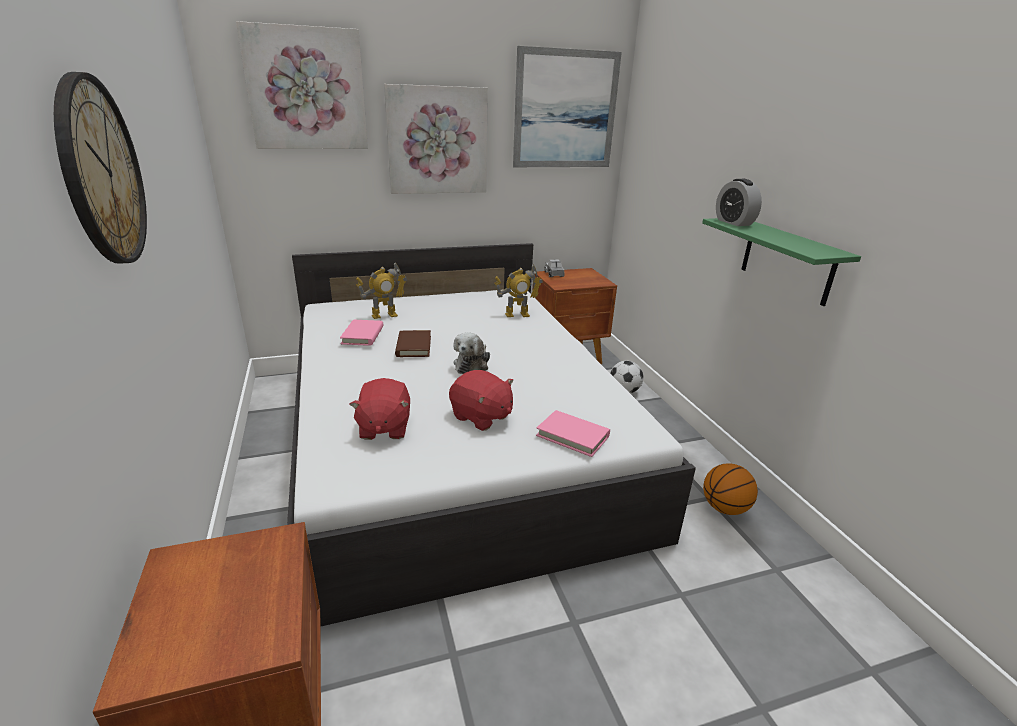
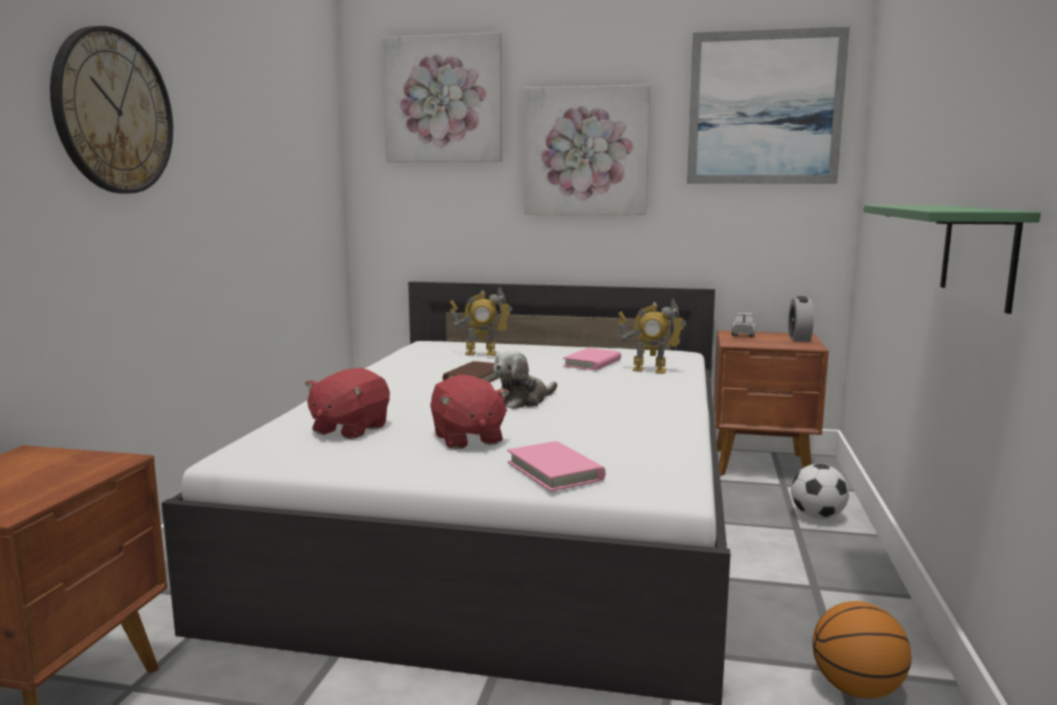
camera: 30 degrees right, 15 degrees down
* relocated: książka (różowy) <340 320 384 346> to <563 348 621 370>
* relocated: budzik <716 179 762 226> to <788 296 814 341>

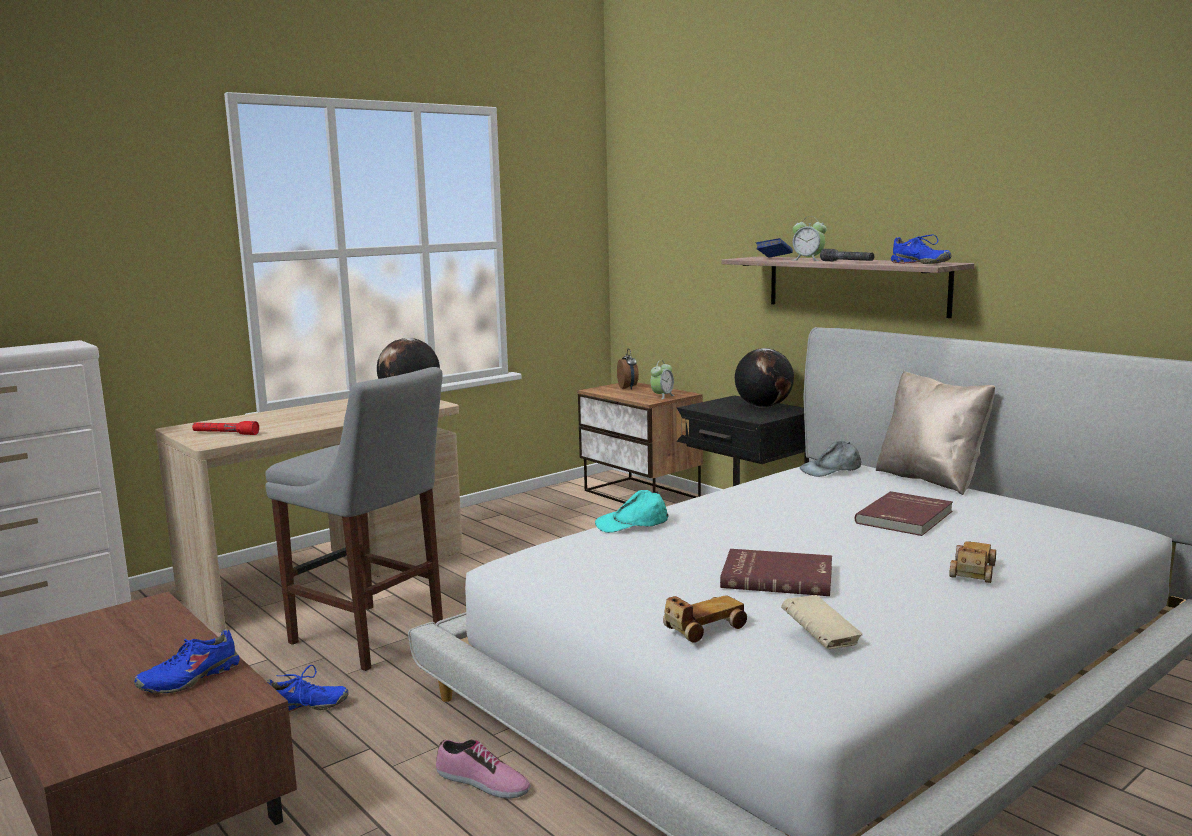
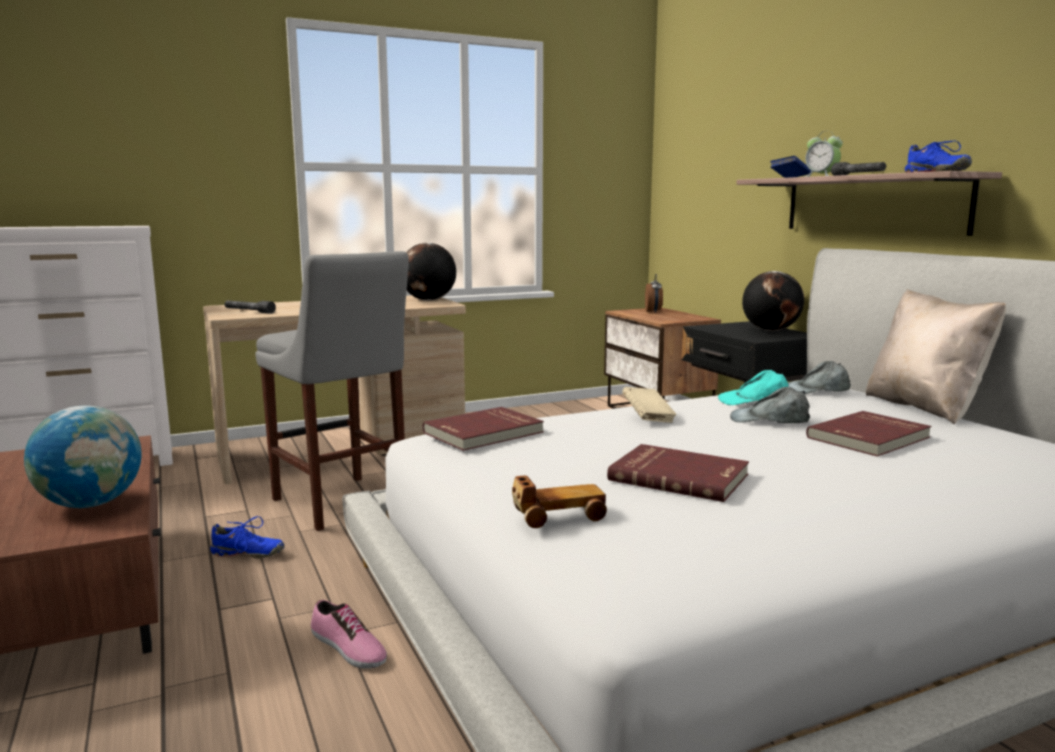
camera: 15 degrees right, 0 degrees up
* missing: budzik <651 360 674 399>
* missing: samochodzik <949 541 996 583>
* appeared: książka (czerwony) <423 407 544 451>
* appeared: czapka z daszkiem (szary) <730 387 810 424>
* relocated: czapka z daszkiem (turkusowy) <595 490 669 533> to <718 370 789 405>
* relocated: książka (beżowy) <781 595 863 649> to <622 387 676 423>
* exchanged: but (niebieski) <134 629 240 693> to globus <24 405 142 508>
* colour: latarka (czerwony) <192 421 259 435> to latarka (szary) <225 301 276 314>

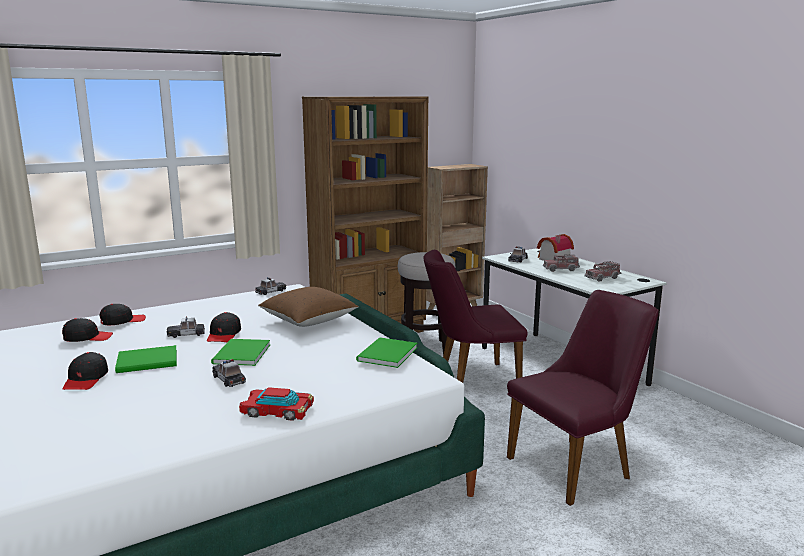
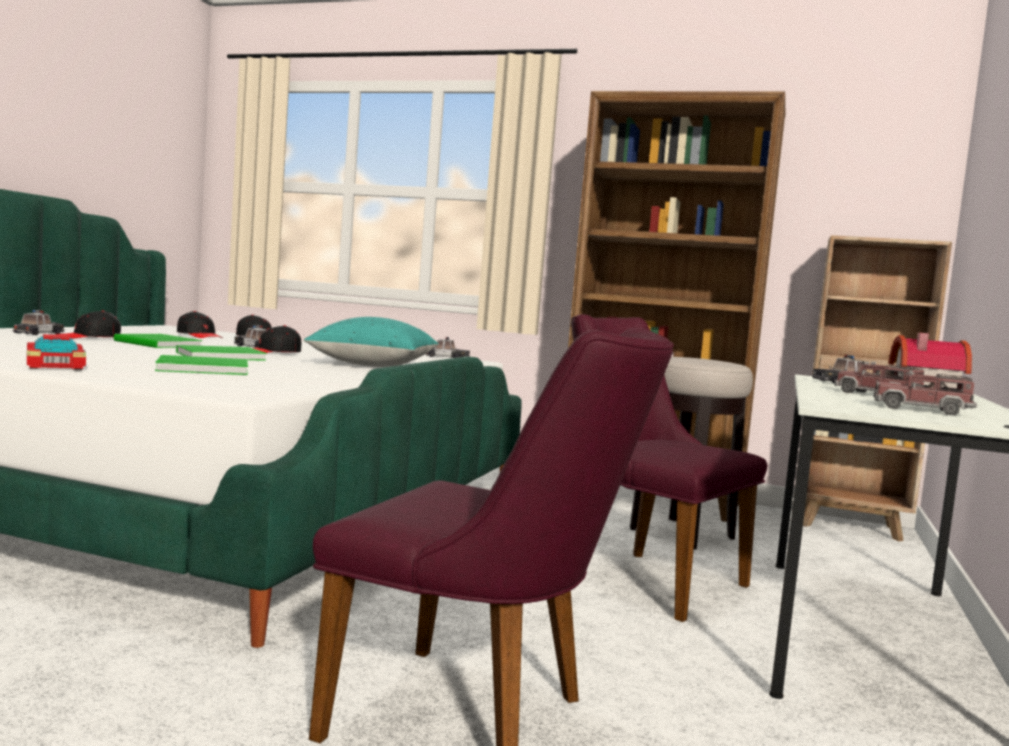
camera: 50 degrees right, 10 degrees down
* relocated: samochodzik <212 359 246 387> to <13 310 65 335>
* relocated: książka (zielony) <356 337 417 368> to <155 355 248 375>
* colour: poduszka (brązowy) <258 287 359 327> to poduszka (turkusowy) <304 317 439 367>

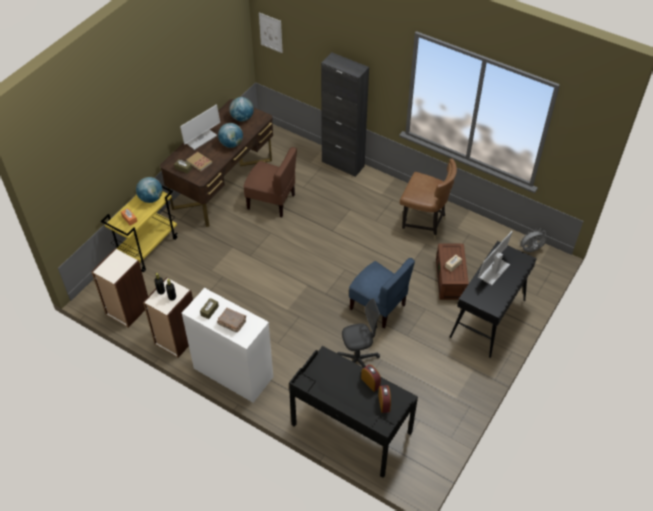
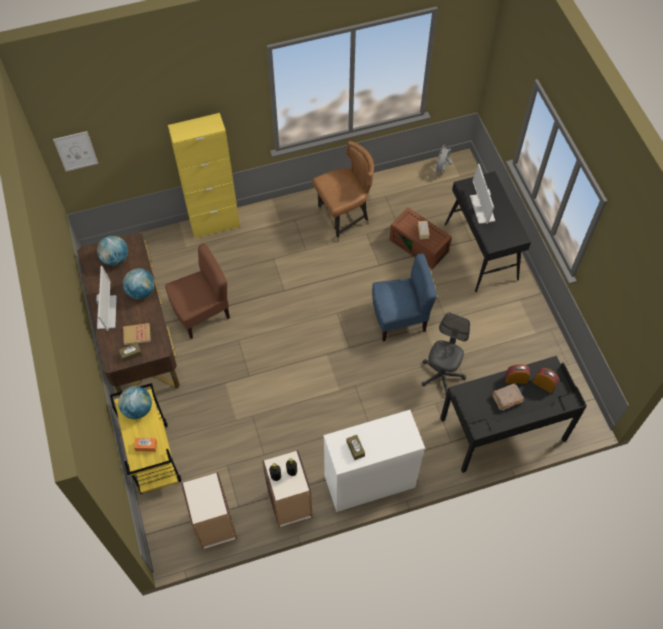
camera: 50 degrees left, 10 degrees up
* relocated: książka (brązowy) <217 308 247 332> to <492 383 524 410>
* colour: szafka (czarny) <321 53 369 177> to szafka (żółty) <168 113 240 239>

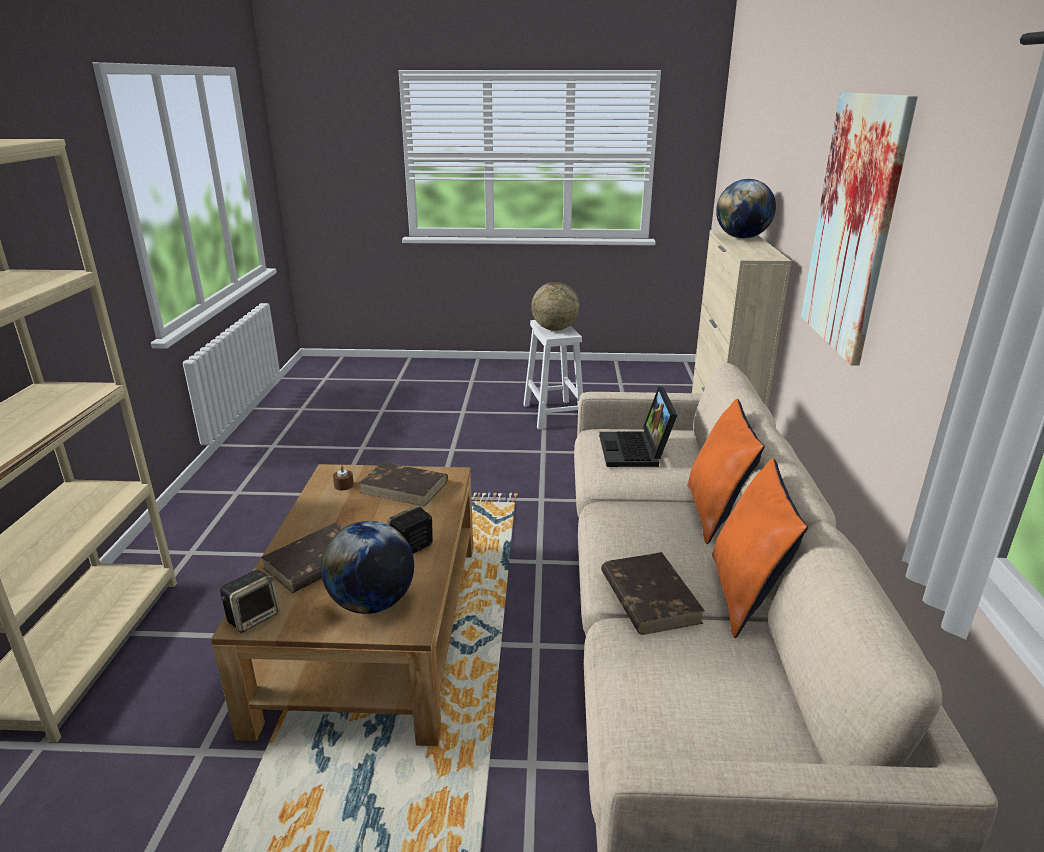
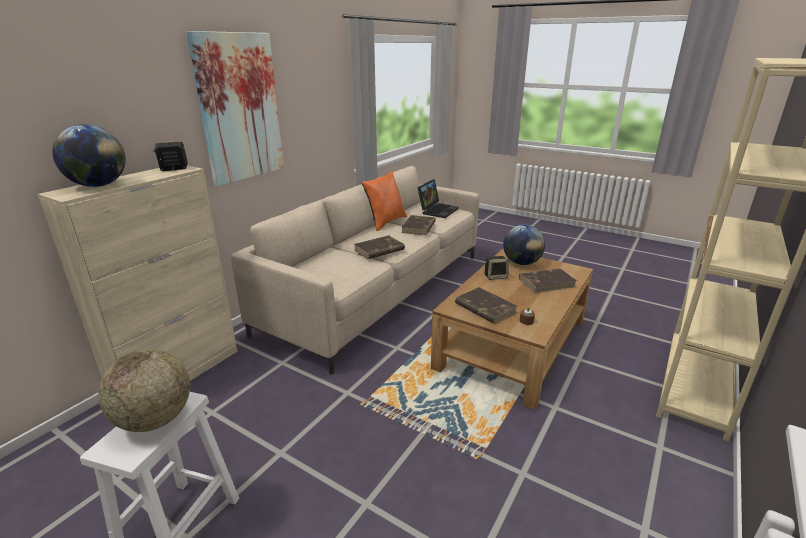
camera: 150 degrees left, 0 degrees up
* missing: poduszka (pomarańczowy) <687 399 765 544>
* appeared: książka (brązowy) <354 235 405 259>
* relocated: głośnik <220 570 280 633> to <153 141 188 171>
* relocated: laptop <599 386 677 467> to <417 179 459 218>

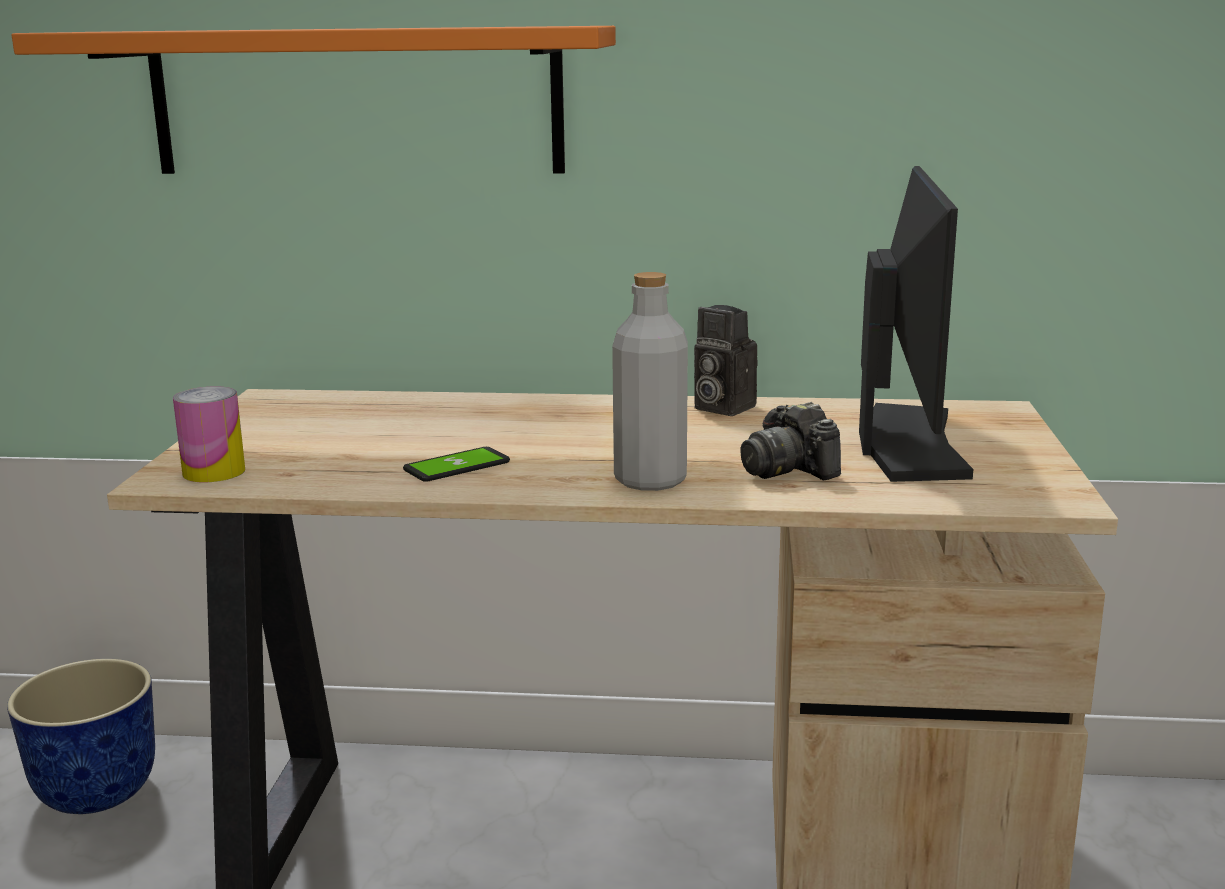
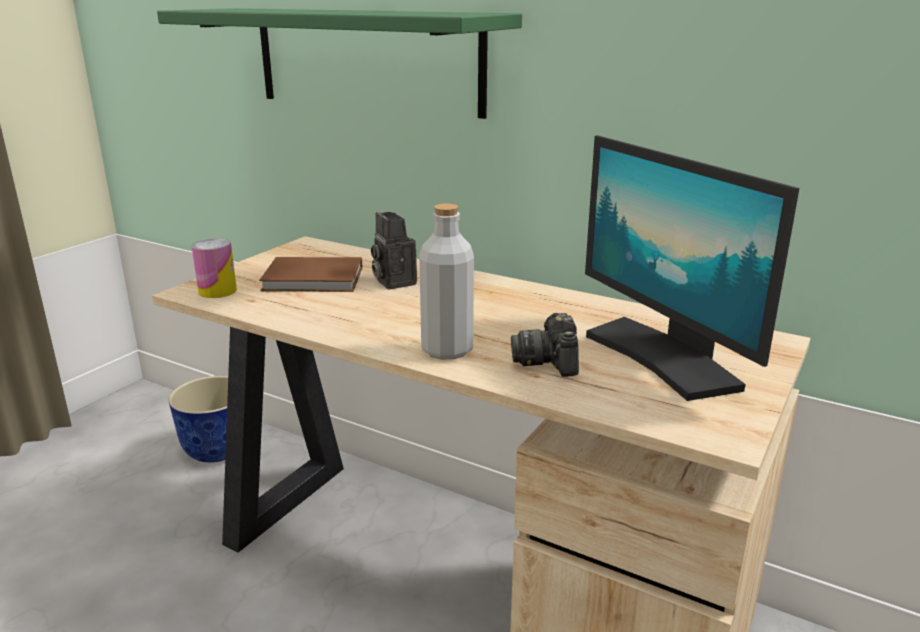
camera: 25 degrees right, 5 degrees up
* missing: telefon <403 447 510 482>
* appeared: książka (brązowy) <259 257 363 292>
* relocated: aparat fotograficzny <694 305 758 416> to <371 212 417 289>
* colour: półka (pomarańczowy) <12 26 616 174> to półka (zielony) <157 8 522 119>
* spun: monitor <859 166 973 482> = <585 135 799 401> 120 degrees clockwise

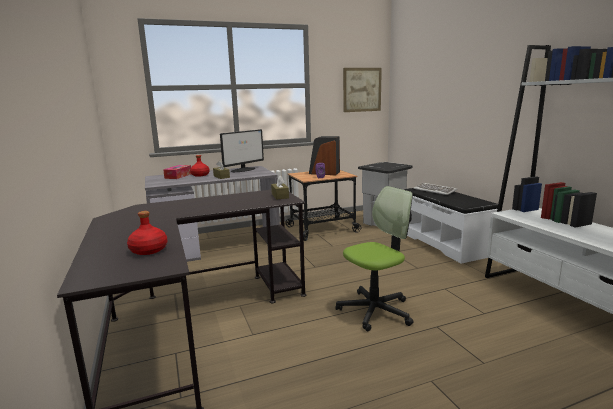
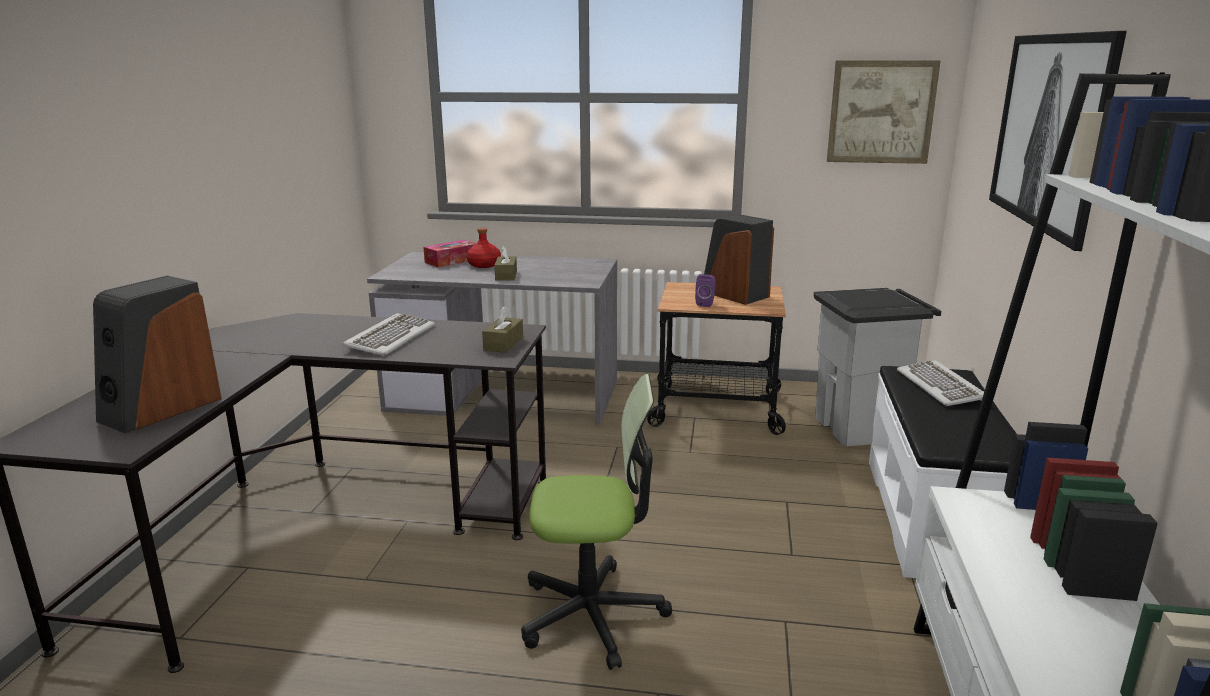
camera: 30 degrees right, 5 degrees up
* missing: monitor <220 129 264 172>
* appeared: klawiatura <342 313 435 356>
* appeared: obraz <989 31 1127 251>
* exchanged: butelka (czerwony) <127 211 167 255> to głośnik <93 276 222 434>

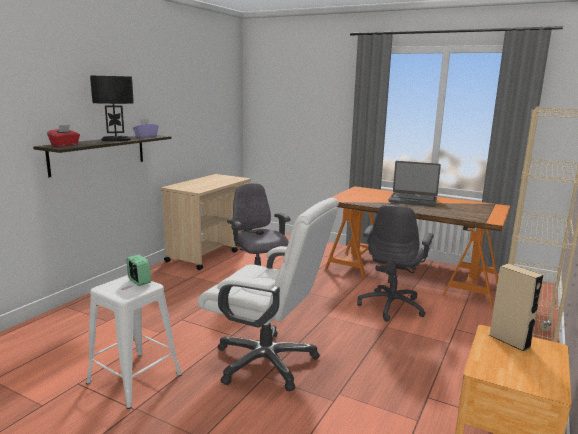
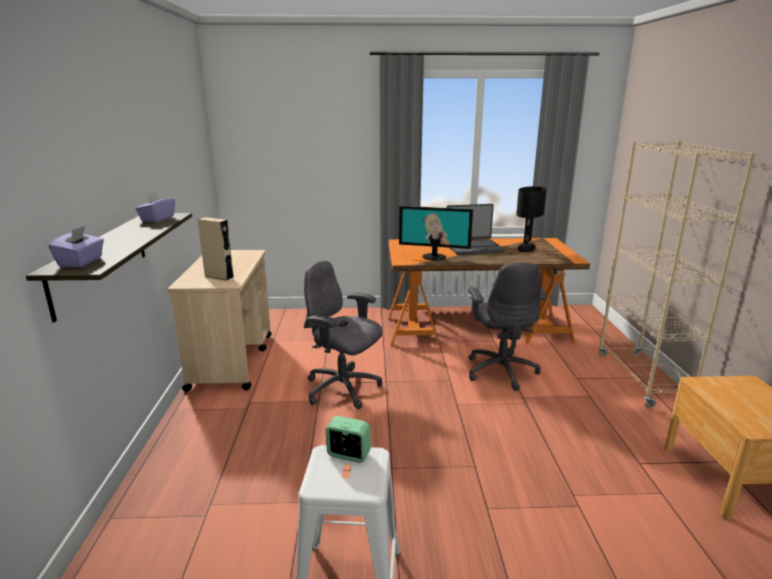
camera: 30 degrees left, 5 degrees up
* missing: krzesło biurowe (biały) <198 198 339 392>
* appeared: monitor <399 206 473 260>
* relocated: lampa stołowa (czarny) <90 76 134 141> to <516 186 546 252>
* relocated: głośnik (beżowy) <489 264 543 352> to <197 217 234 281>
* colour: pudełko chusteczek (czerwony) <47 125 80 147> to pudełko chusteczek (fioletowy) <49 225 104 267>

